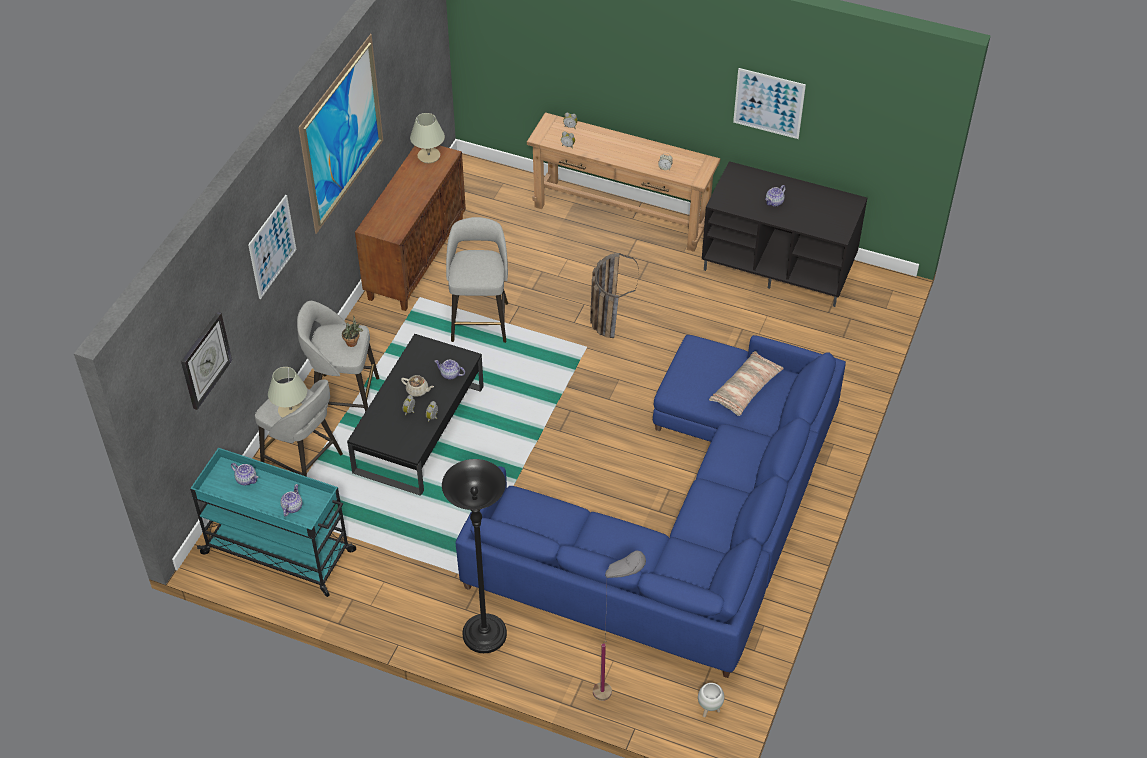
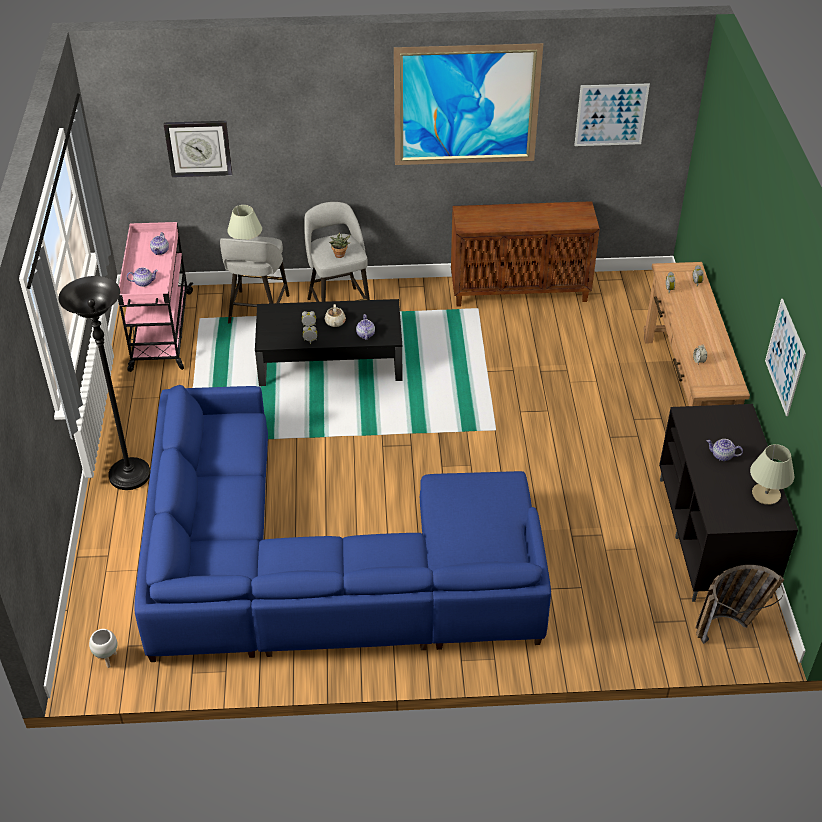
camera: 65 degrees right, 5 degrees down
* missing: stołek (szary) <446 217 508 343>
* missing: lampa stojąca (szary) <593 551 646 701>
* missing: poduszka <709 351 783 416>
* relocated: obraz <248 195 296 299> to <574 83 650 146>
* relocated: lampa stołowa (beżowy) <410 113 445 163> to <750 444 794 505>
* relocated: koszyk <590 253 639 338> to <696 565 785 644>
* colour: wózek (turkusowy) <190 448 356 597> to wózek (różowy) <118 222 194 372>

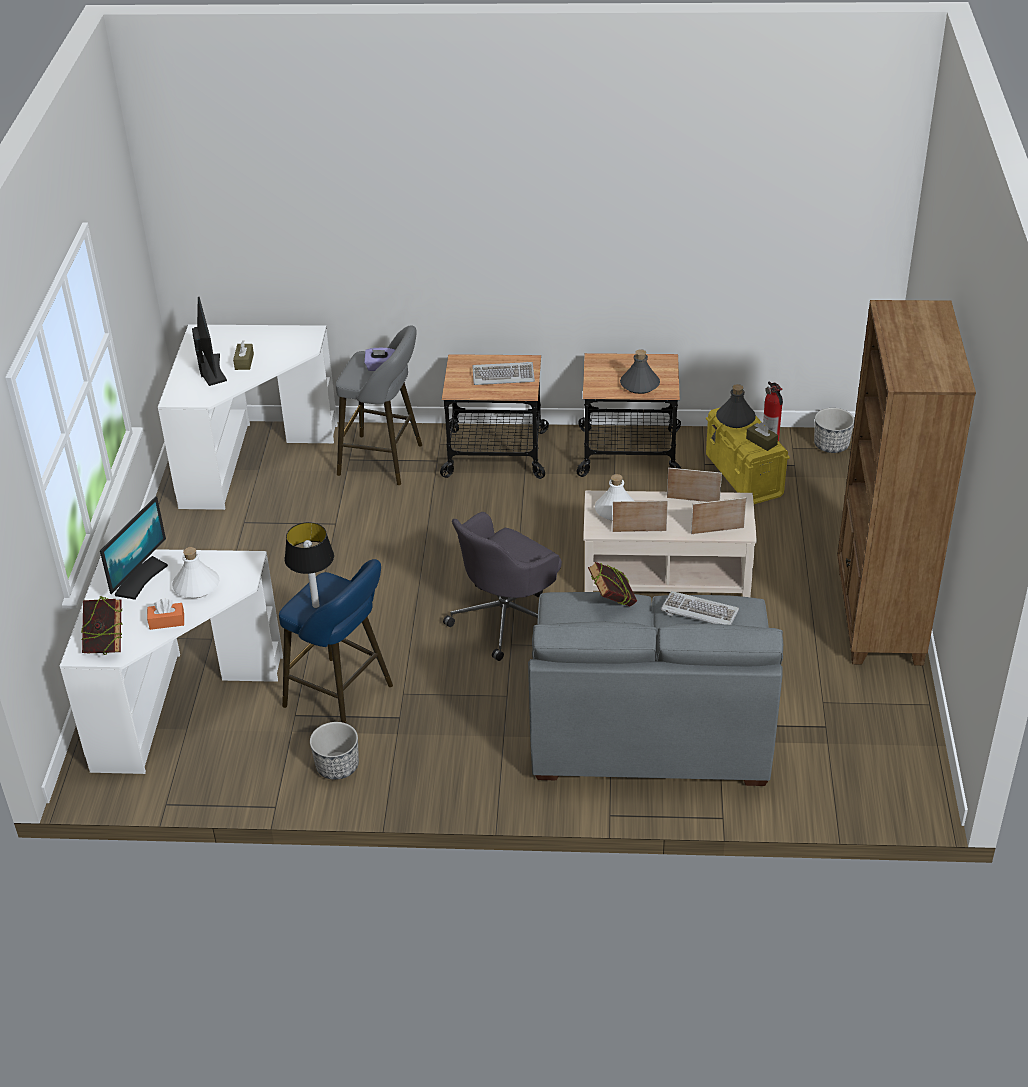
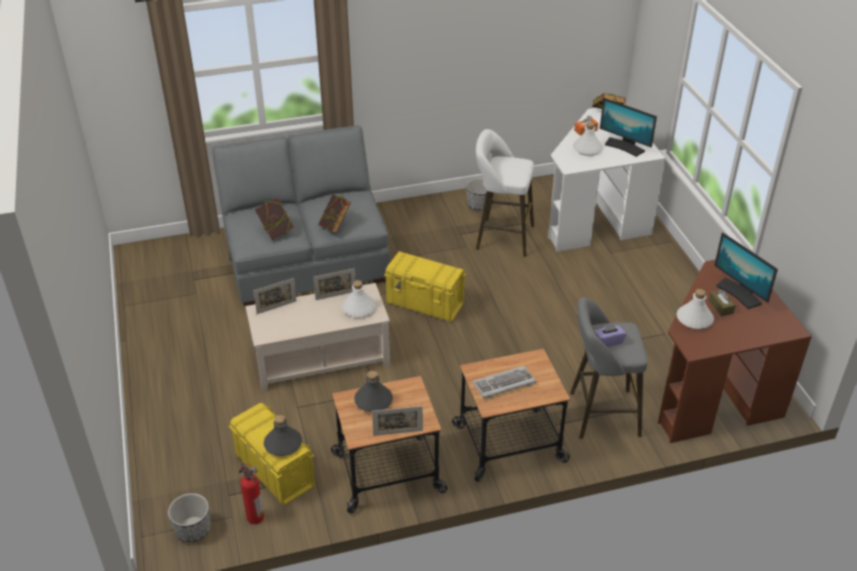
camera: 160 degrees right, 0 degrees up
* missing: lampa stołowa <285 522 334 608>
* missing: pudełko chusteczek (brązowy) <746 422 778 451>
* missing: regał (brązowy) <837 300 976 666>
* appeared: butelka (biały) <677 289 714 329>
* relocated: ramka na zdjęcie <667 467 722 502> to <372 406 423 436>
* exchanged: krzesło biurowe (szary) <443 512 562 661> to pojemnik do przechowywania (żółty) <384 251 466 322>
* exchanged: klawiatura <661 591 739 625> to książka <255 198 294 240>
* colour: biurko (biały) <158 324 338 510> to biurko (brązowy) <658 259 812 443>
* colour: stołek (niebieski) <279 559 393 724> to stołek (biały) <476 129 534 257>
* spun: monitor <100 496 168 600> = <600 98 657 157> 60 degrees counterclockwise

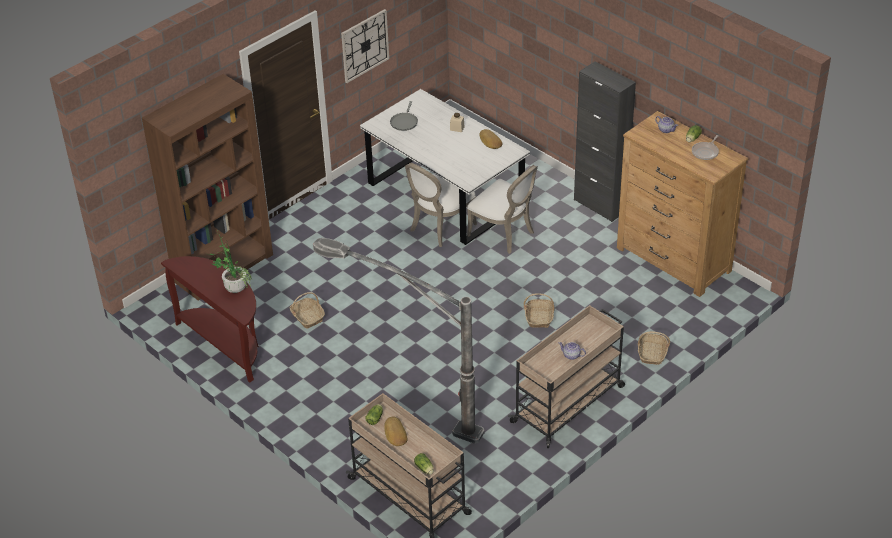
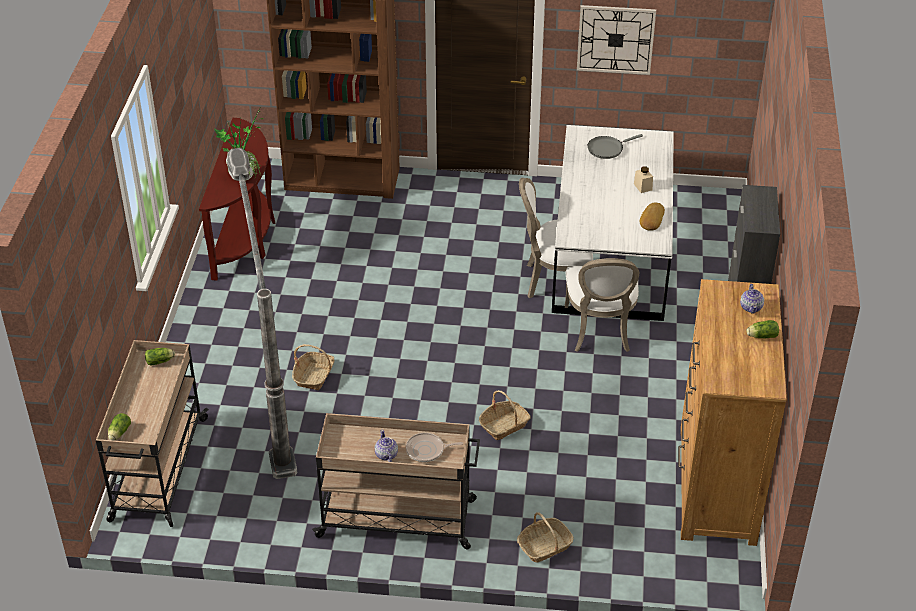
camera: 50 degrees right, 0 degrees up
* missing: chleb <384 417 407 446>
* relocated: koszyk <290 292 325 329> to <292 344 334 390>
* relocated: patelnia <692 135 719 160> to <406 433 463 462>

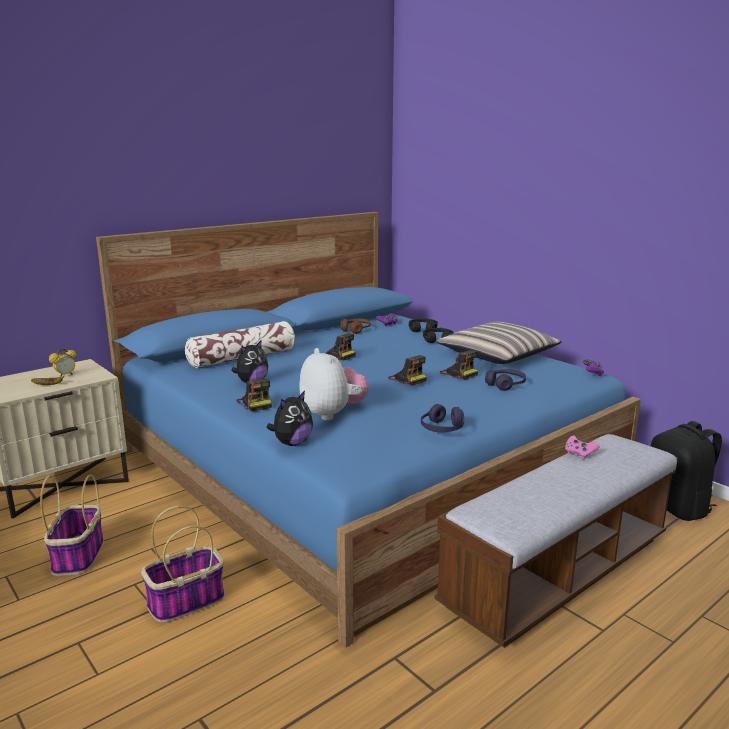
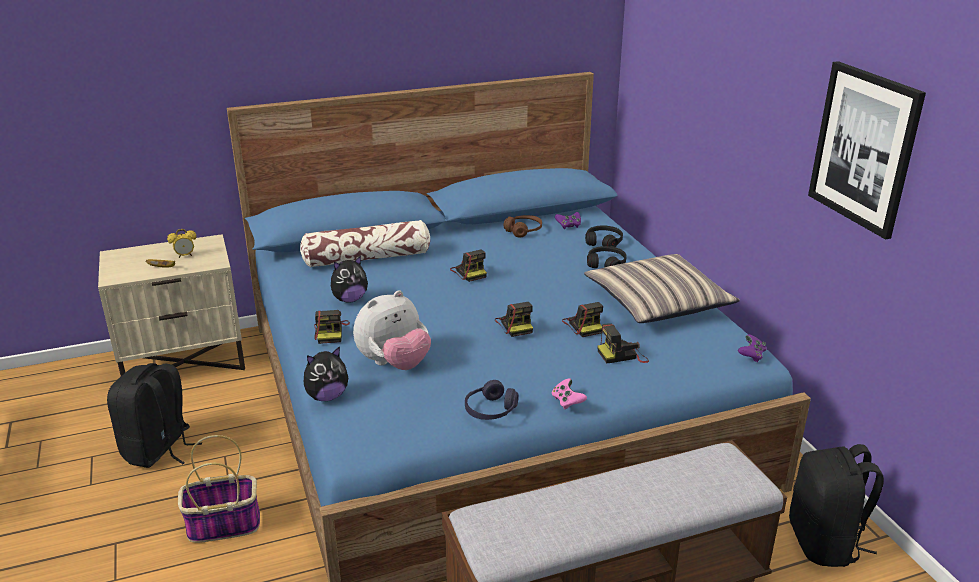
camera: 20 degrees right, 10 degrees up
* appeared: obraz <808 61 926 239>
* relocated: pad do gier (różowy) <565 435 600 459> to <552 378 587 409>
* exchanged: koszyk <40 474 104 576> to plecak (czarny) <107 363 202 468>
* exchanged: słuchawki (fioletowy) <485 369 526 391> to aparat fotograficzny <598 323 649 363>
* spun: pluszak <299 348 369 421> = <353 290 431 370> 60 degrees clockwise

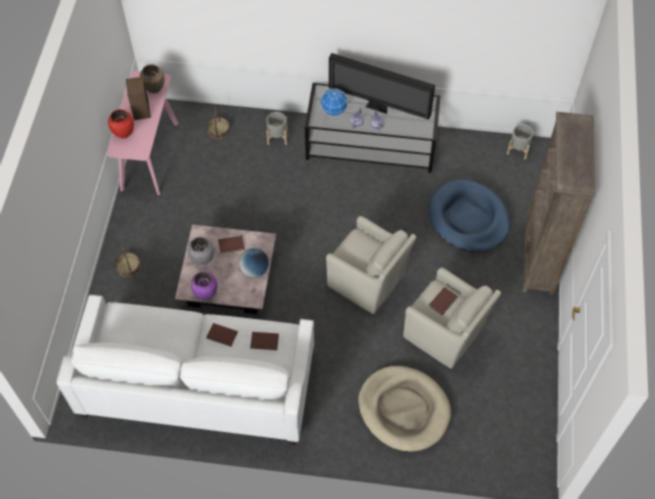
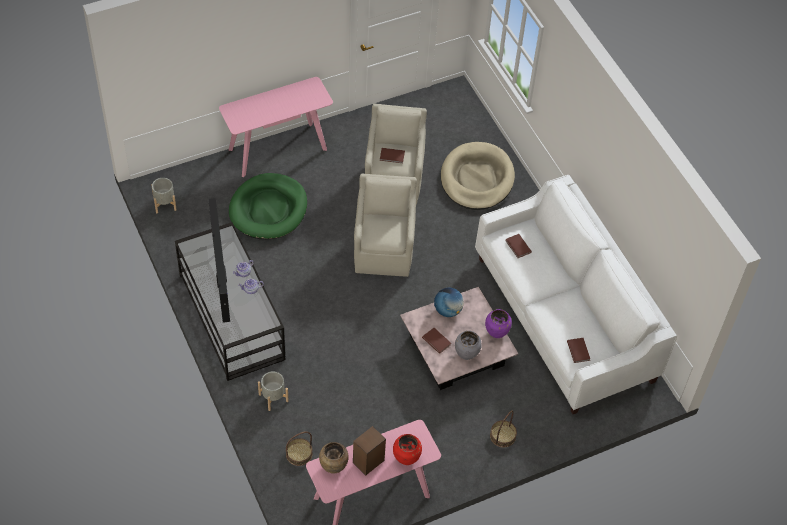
camera: 125 degrees left, 5 degrees down
* missing: globus <320 88 348 116>
* relocated: książka (brązowy) <207 323 238 347> to <567 338 590 363>
* exchanged: regał (brązowy) <522 112 595 295> to stolik konsolowy (różowy) <219 77 333 177>
* colour: legowisko (niebieski) <429 179 510 253> to legowisko (zielony) <229 173 307 239>

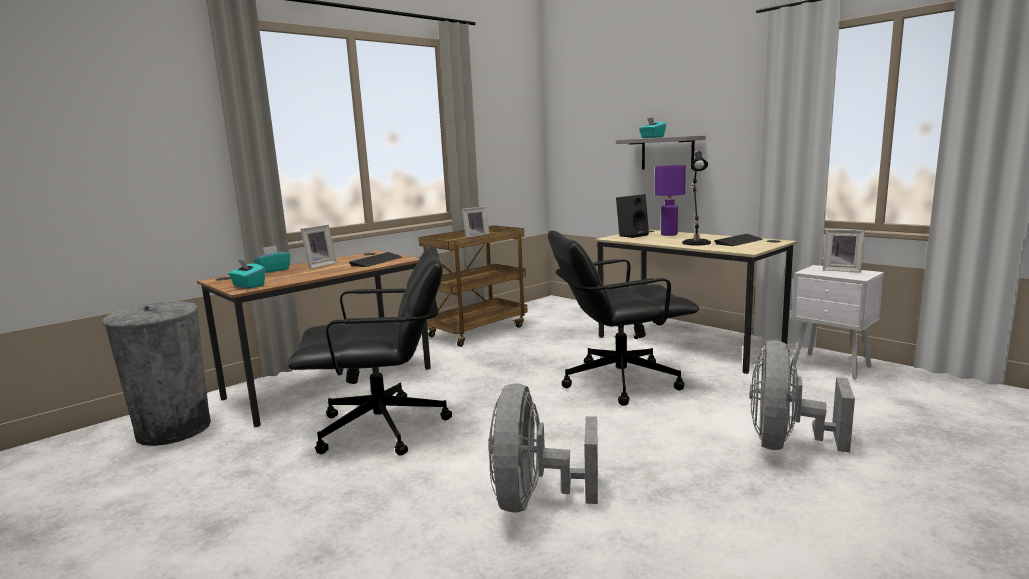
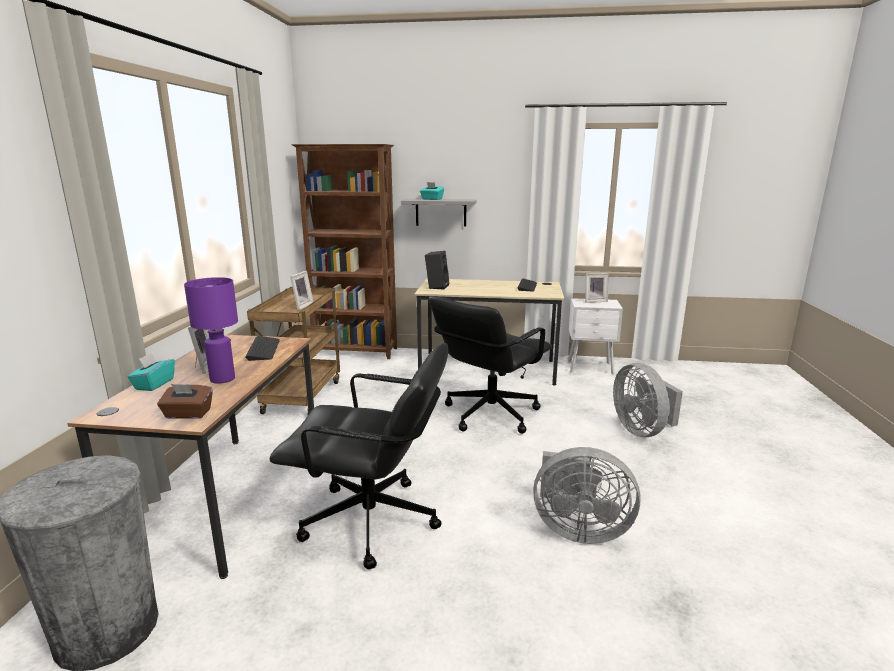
camera: 40 degrees left, 5 degrees up
* missing: lampa stołowa (czarny) <682 150 711 245>
* appeared: regał (brązowy) <291 144 397 359>
* relocated: lampa stołowa (fioletowy) <655 165 686 236> to <184 277 238 384>
* colour: pudełko chusteczek (turkusowy) <228 260 265 289> to pudełko chusteczek (brązowy) <157 384 213 419>
* spun: krzesło biurowe (czarny) <288 246 452 456> = <269 343 449 569> 60 degrees clockwise
* spun: wentylator (szary) <488 383 598 513> = <533 447 641 544> 45 degrees counterclockwise

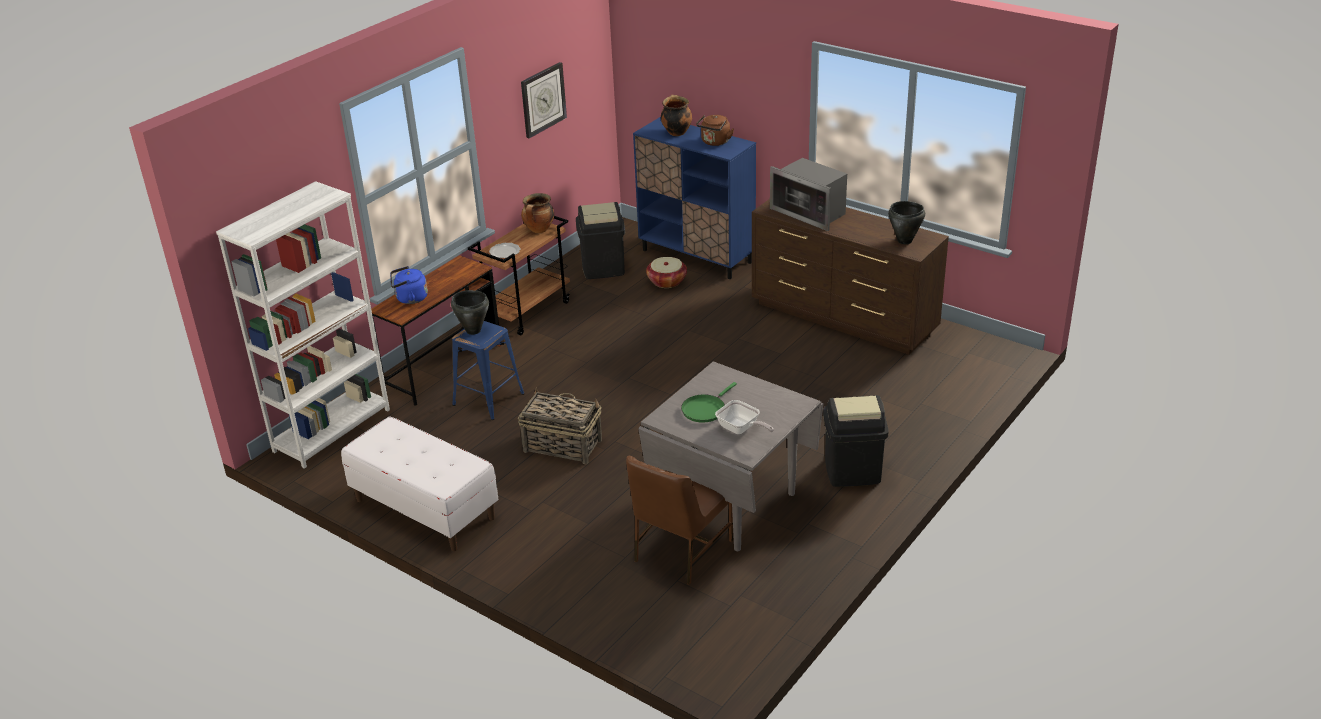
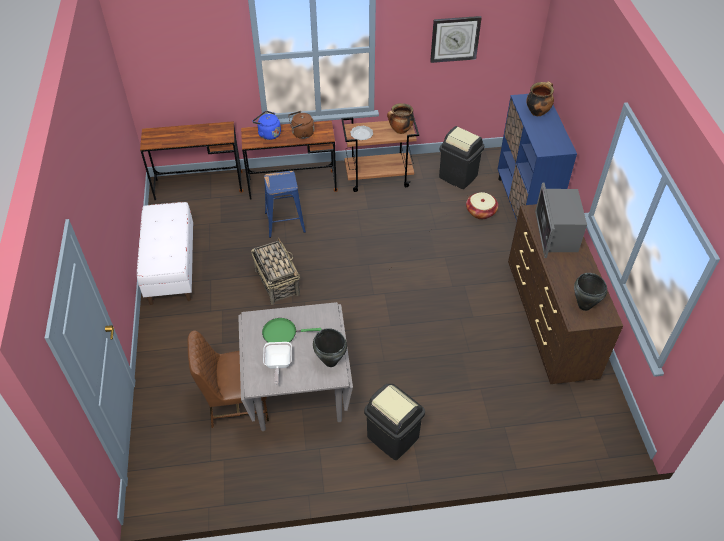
camera: 45 degrees right, 15 degrees up
* relocated: garnek (czarny) <451 290 489 335> to <313 328 347 367>
* relocated: czajnik (brązowy) <696 115 734 146> to <288 111 314 139>
* exchanged: regał (biały) <216 181 390 469> to biurko (brązowy) <140 121 243 200>

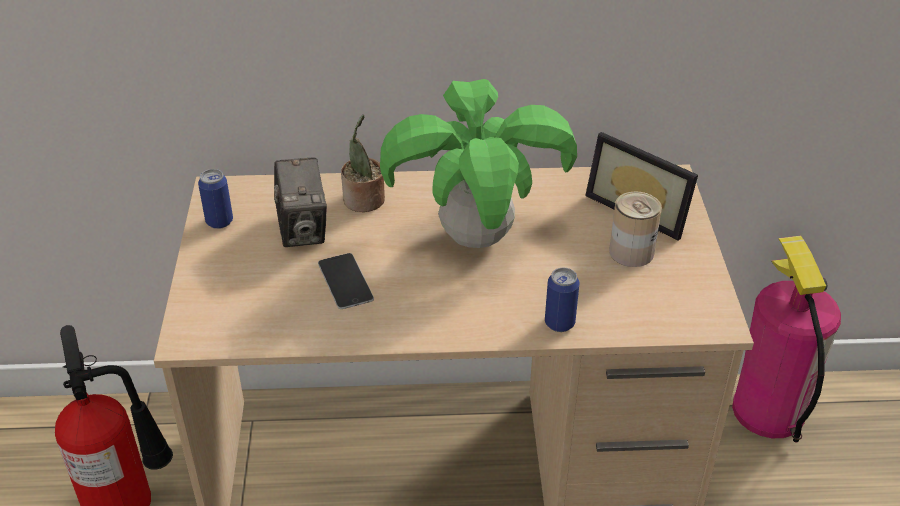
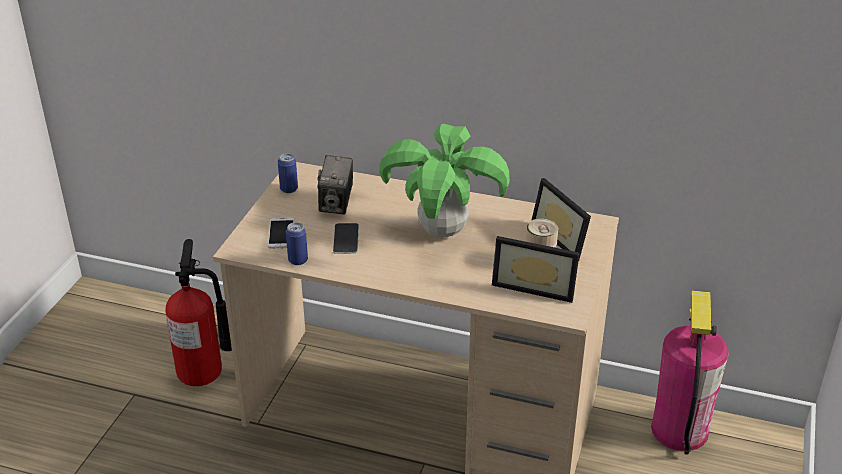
camera: 20 degrees right, 5 degrees down
* missing: roślina doniczkowa <341 114 385 212>
* appeared: telefon <268 217 294 249>
* appeared: ramka na zdjęcie <492 236 580 303>
* relocated: puszka <545 268 579 332> to <286 222 308 265>

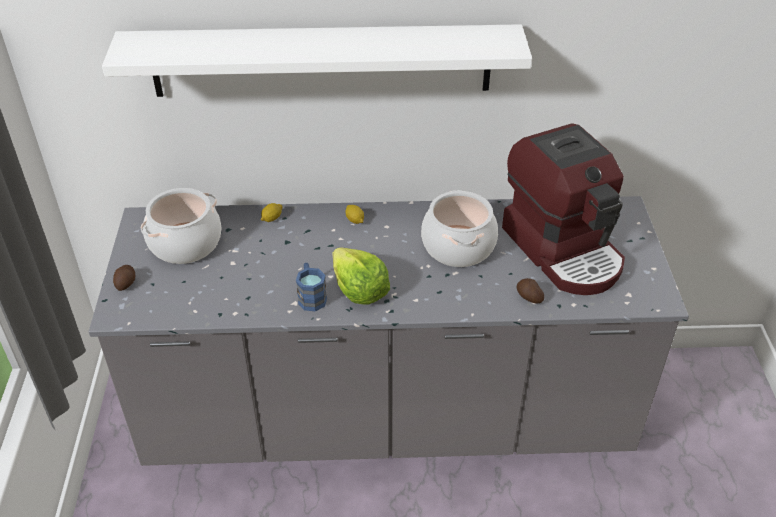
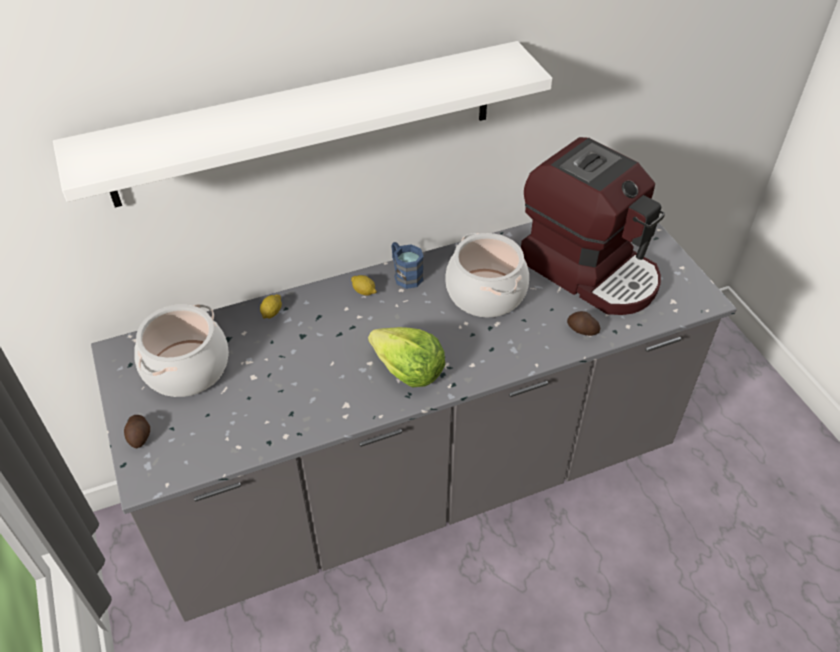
camera: 20 degrees left, 5 degrees up
* relocated: kubek (niebieski) <296 263 327 311> to <392 242 423 289>

